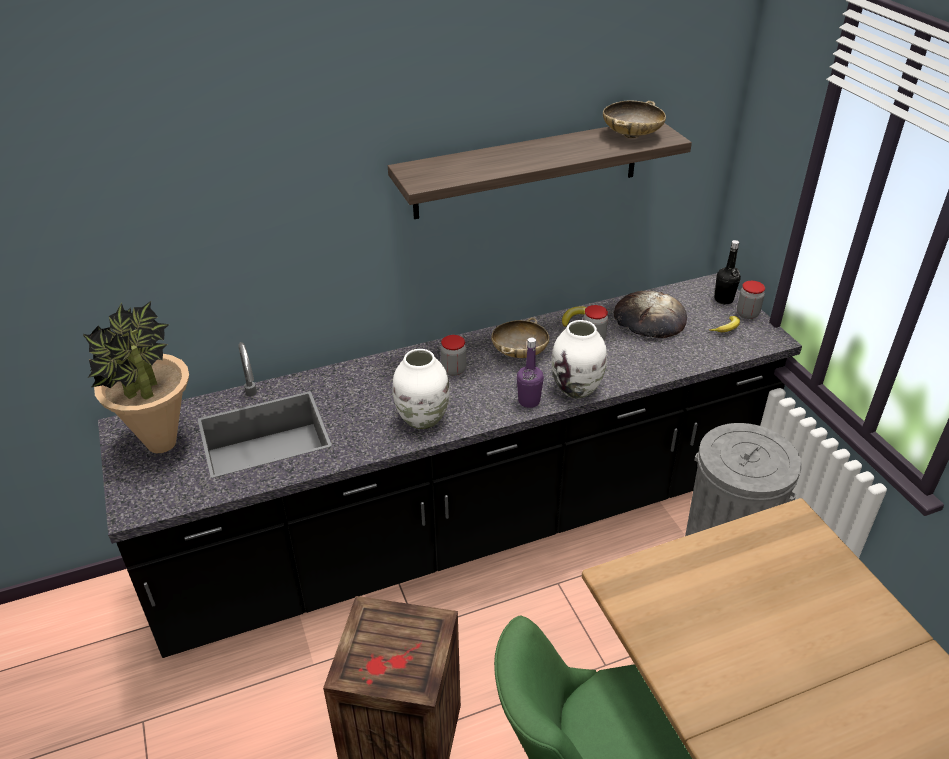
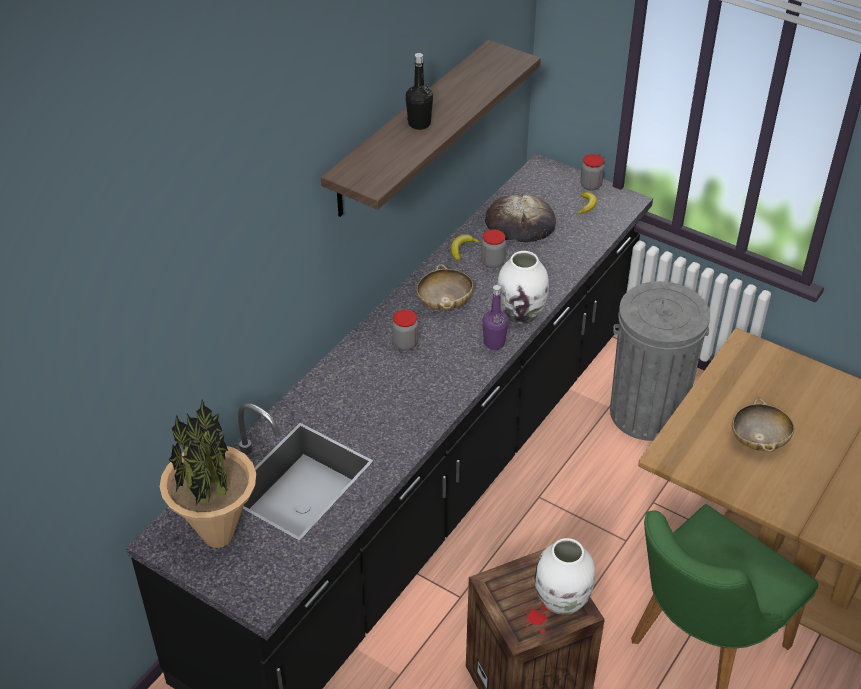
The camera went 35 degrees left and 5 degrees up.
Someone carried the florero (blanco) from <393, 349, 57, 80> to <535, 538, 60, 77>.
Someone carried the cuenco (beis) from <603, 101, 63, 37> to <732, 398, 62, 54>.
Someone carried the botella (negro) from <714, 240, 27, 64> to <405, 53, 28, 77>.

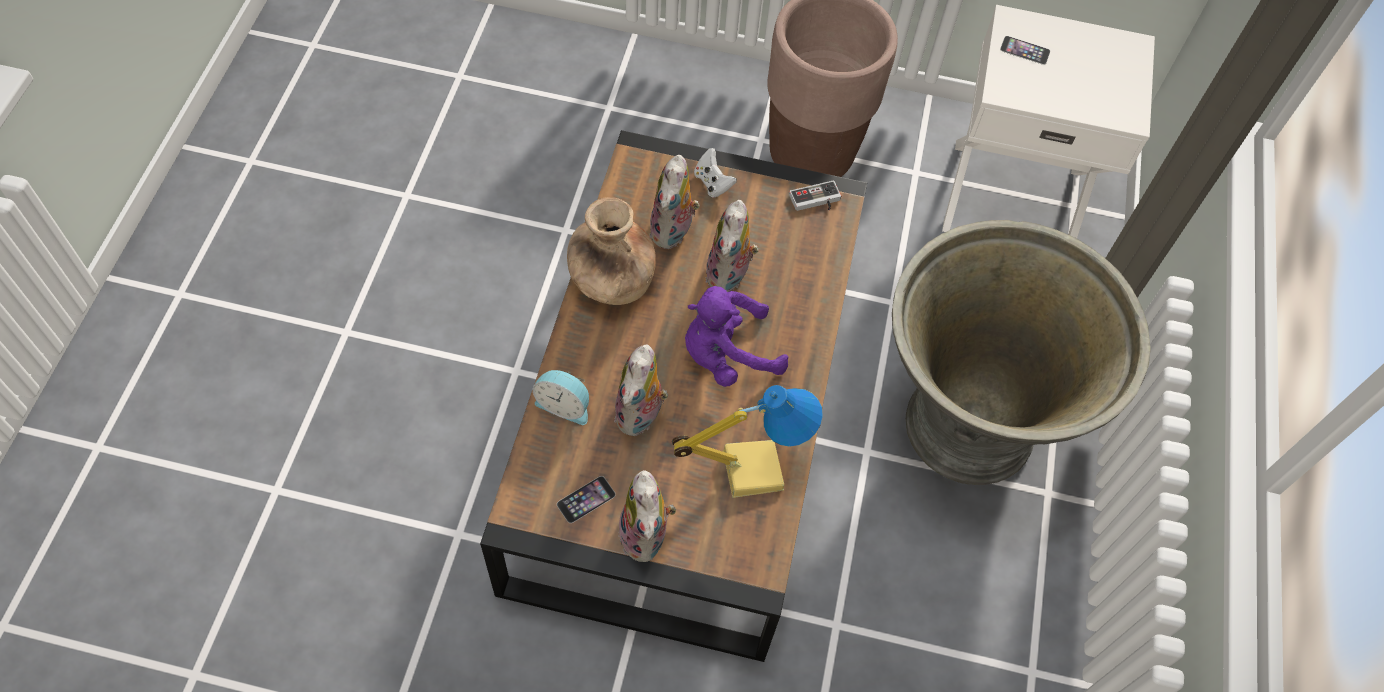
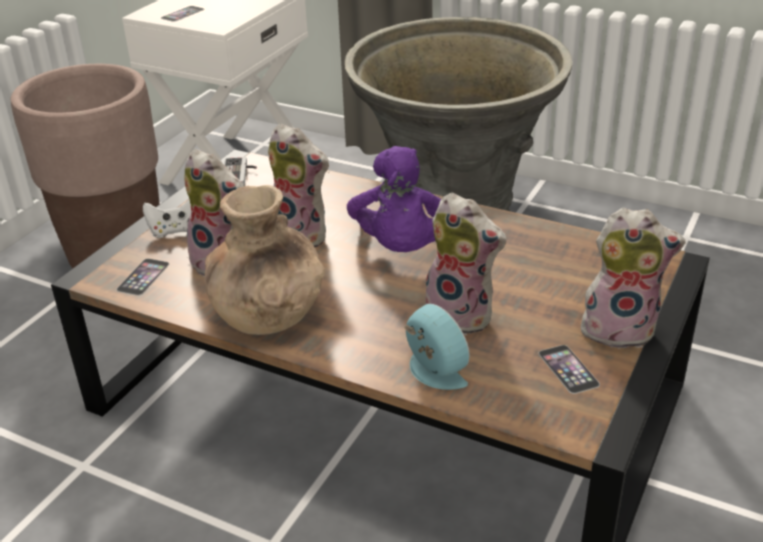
The camera went 70 degrees left and 25 degrees down.
Someone took away the lámpara de mesa at <672, 385, 151, 113>.
Someone put down the móvil at <116, 258, 53, 38>.
Someone rotated the despertador at <533, 370, 56, 55> by 75 degrees counterclockwise.

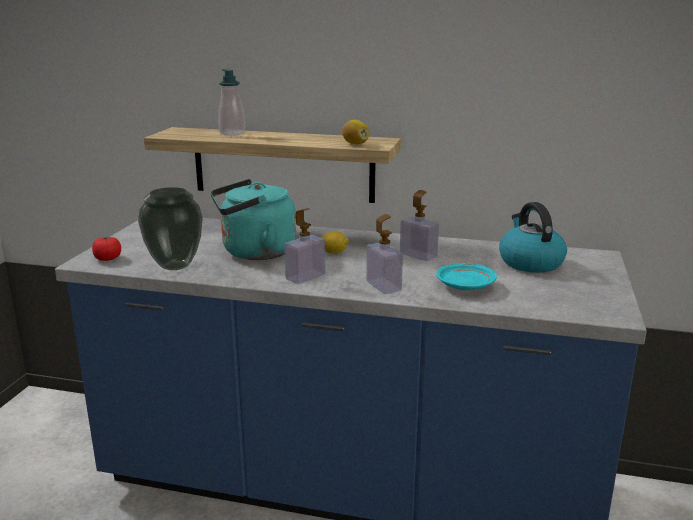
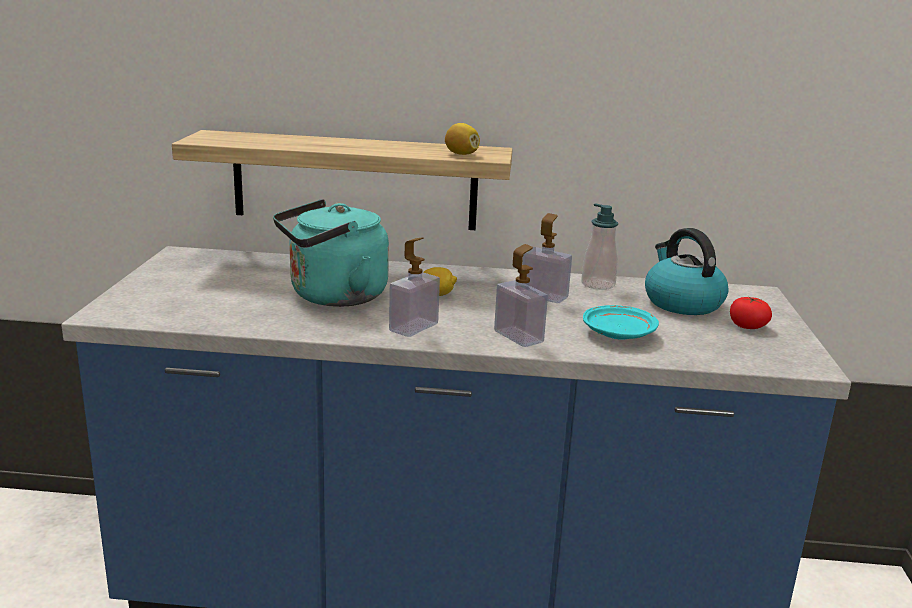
The camera went 10 degrees left and 0 degrees up.
Someone took away the florero at <138, 187, 65, 83>.
Someone carried the tomate from <92, 237, 29, 24> to <730, 296, 42, 33>.
Someone carried the dispensador de jabón from <218, 69, 28, 66> to <581, 203, 37, 87>.

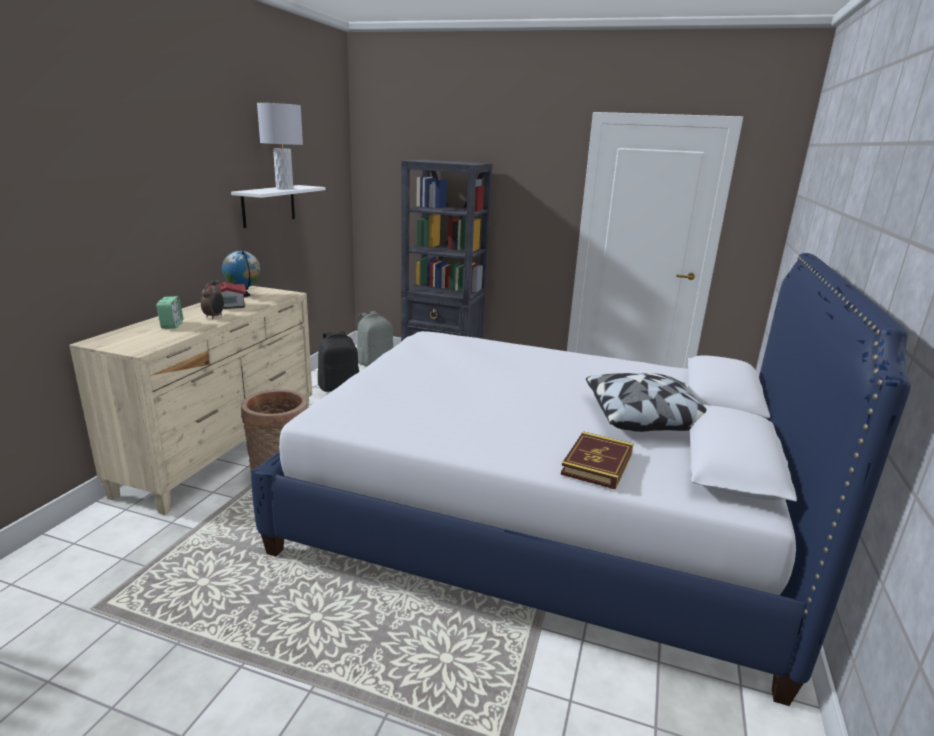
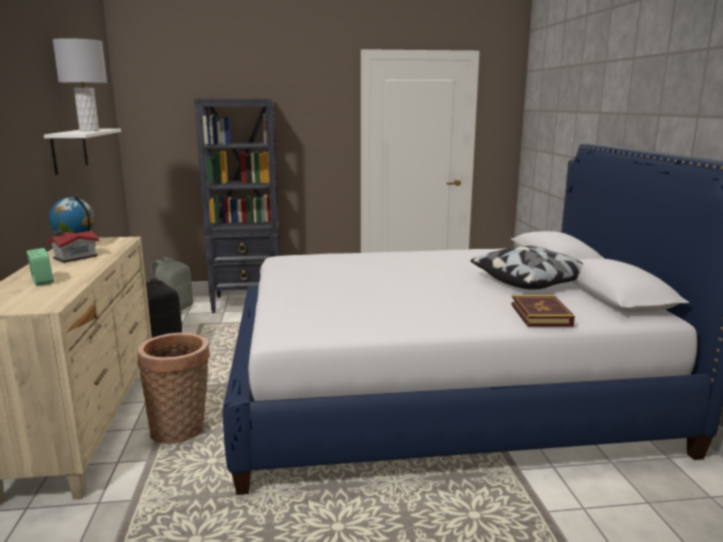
The camera went 25 degrees left and 5 degrees down.
Someone took away the despertador at <201, 282, 23, 37>.

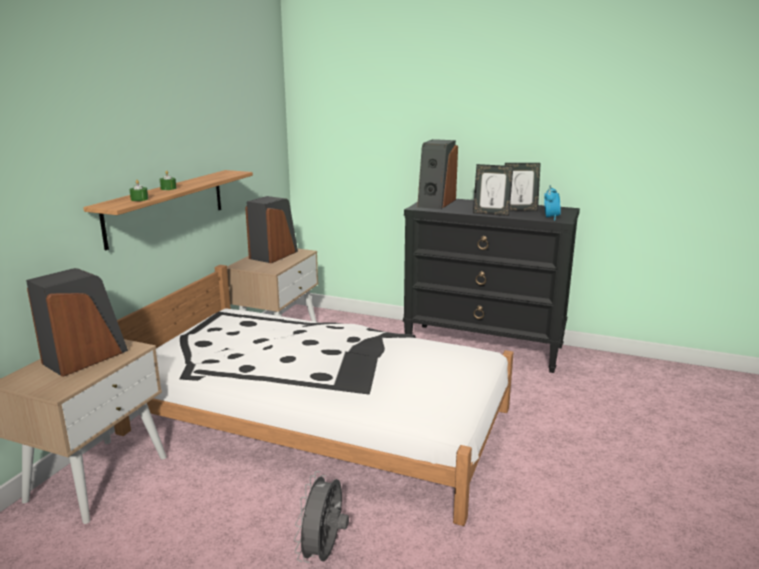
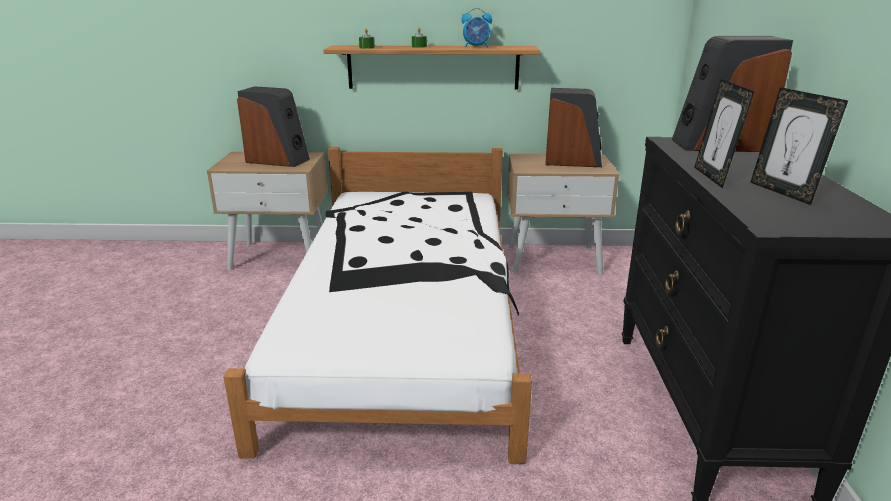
The camera went 70 degrees right and 5 degrees up.
Someone took away the ventilador (gris) at <294, 471, 55, 92>.
Someone carried the despertador from <544, 185, 17, 36> to <461, 8, 31, 40>.

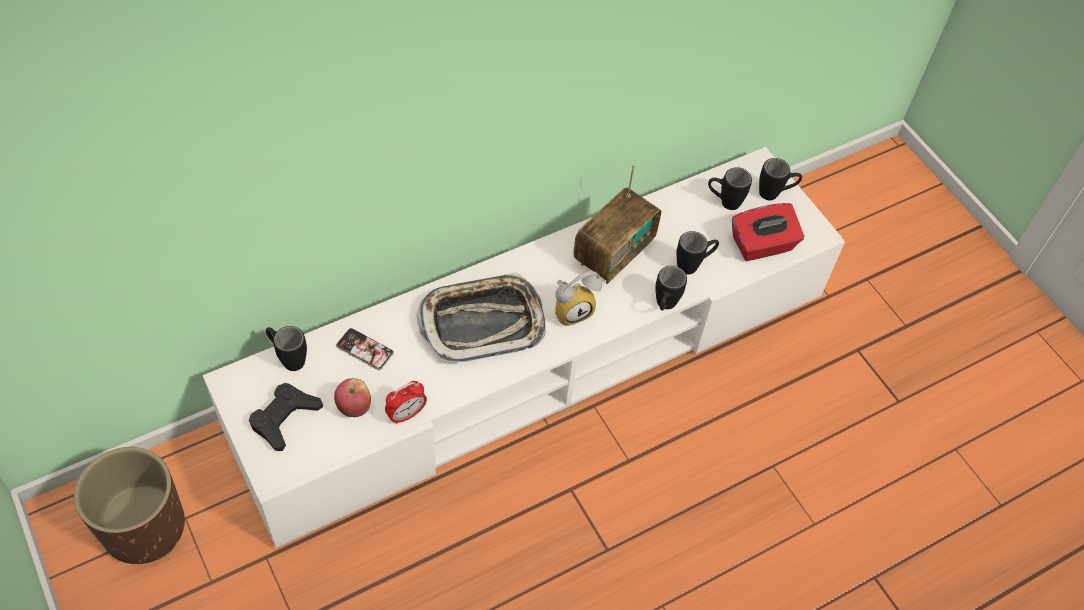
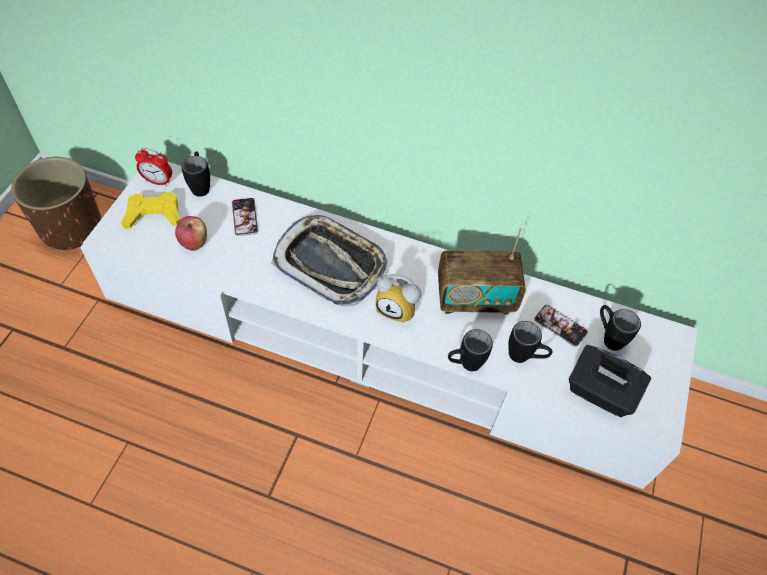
The camera went 50 degrees right and 0 degrees up.
Someone took away the taza grande (negro) at <759, 158, 43, 42>.
Someone put down the móvil at <534, 305, 54, 42>.
Someone carried the despertador from <385, 381, 42, 44> to <135, 148, 37, 38>.
Someone repainted the mando de consola (negro) at <249, 383, 74, 68>, which became the mando de consola (amarillo) at <121, 192, 59, 37>.
Someone repainted the caja de pañuelos (rojo) at <732, 203, 72, 58>, which became the caja de pañuelos (negro) at <569, 345, 82, 72>.

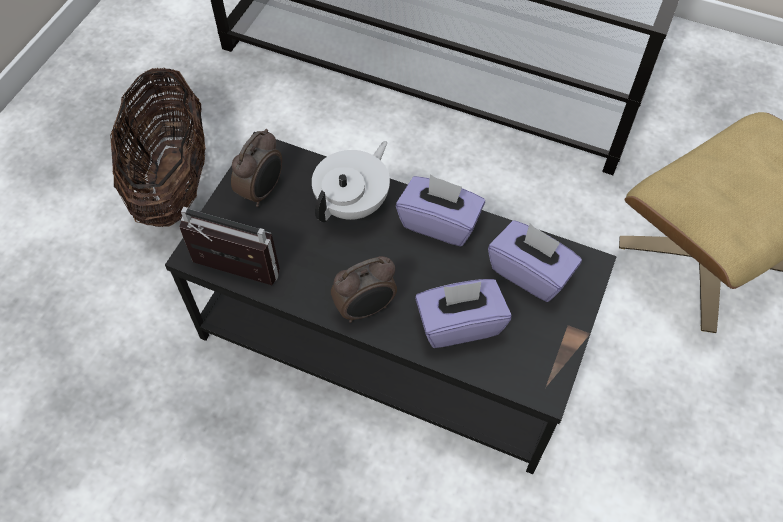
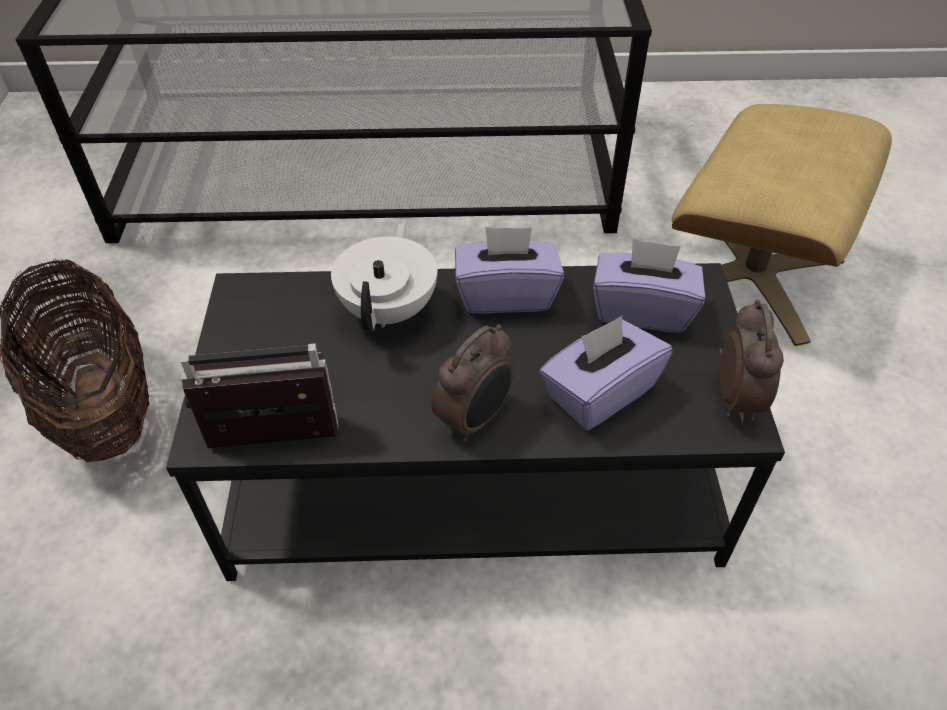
The camera went 25 degrees left and 10 degrees down.
Someone carried the despertador from <231, 129, 51, 78> to <720, 299, 64, 123>.

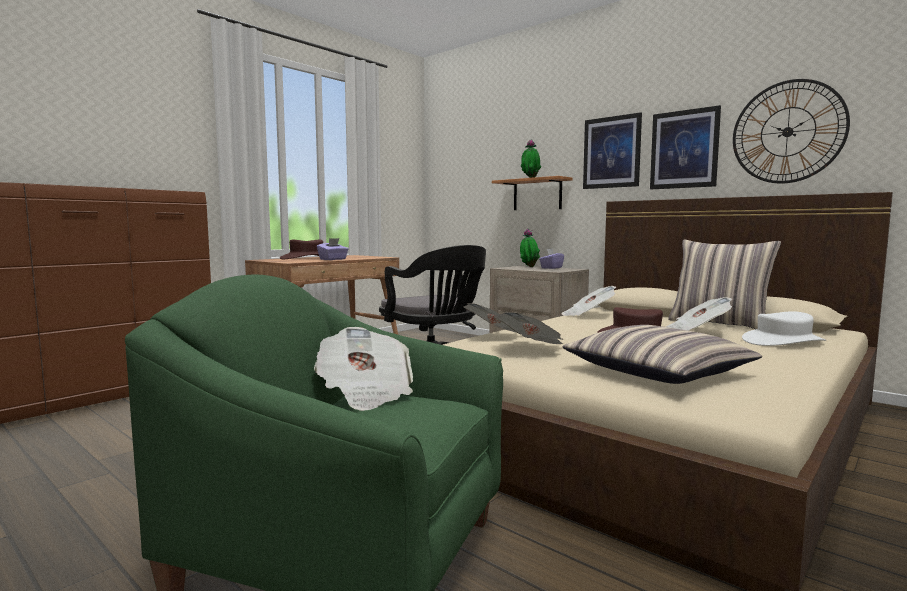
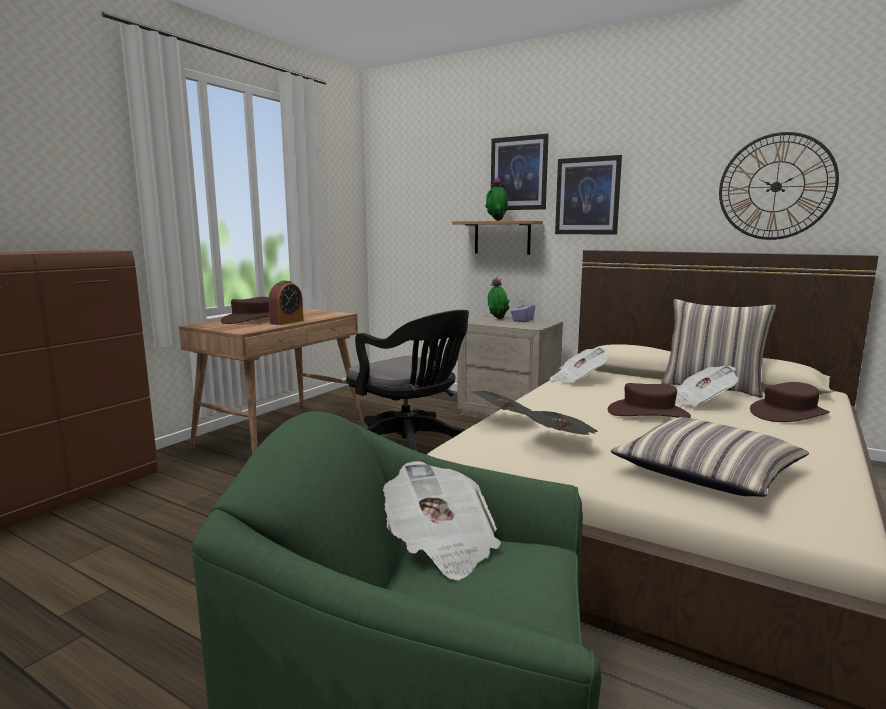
The camera went 10 degrees left and 5 degrees up.
Someone carried the cuadro from <650, 105, 71, 84> to <491, 134, 58, 76>.
Someone swapped the caja de pañuelos (morado) at <317, 238, 31, 22> for the despertador at <269, 281, 34, 44>.
Someone repainted the sombrero (blanco) at <742, 311, 84, 35>, which became the sombrero (marrón) at <750, 382, 80, 40>.

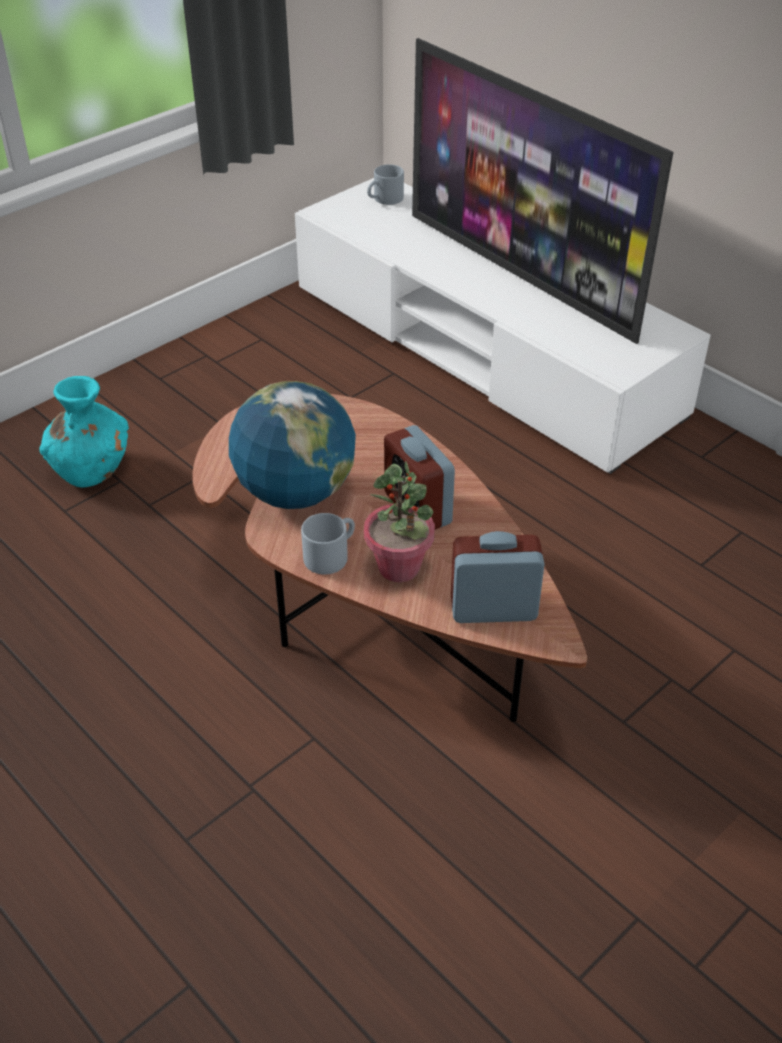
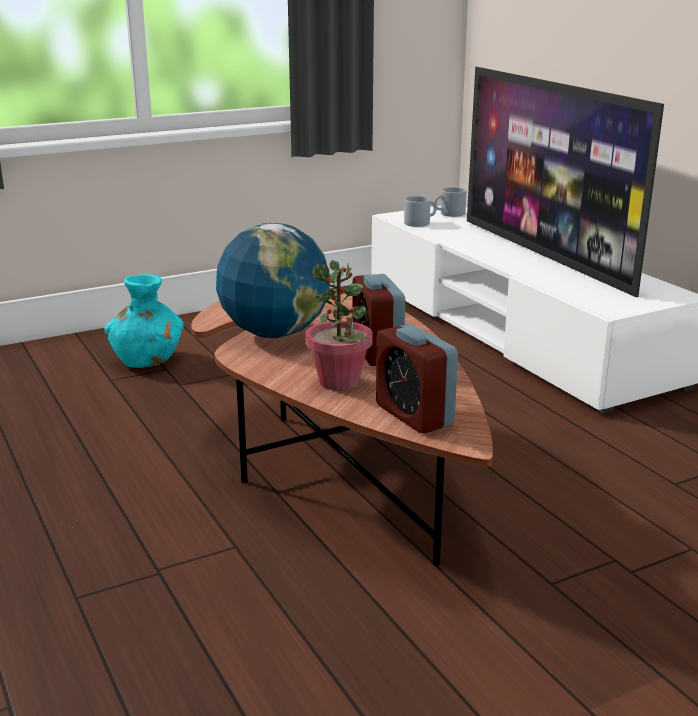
The camera went 15 degrees right and 20 degrees down.
Someone carried the taza grande (gris) from <301, 513, 54, 62> to <404, 196, 33, 31>.
Someone rotated the despertador at <451, 531, 94, 92> by 135 degrees counterclockwise.

